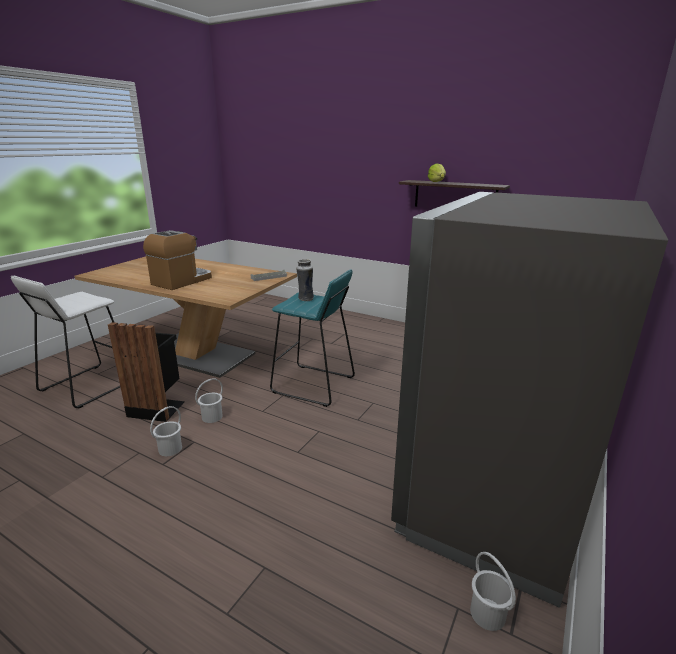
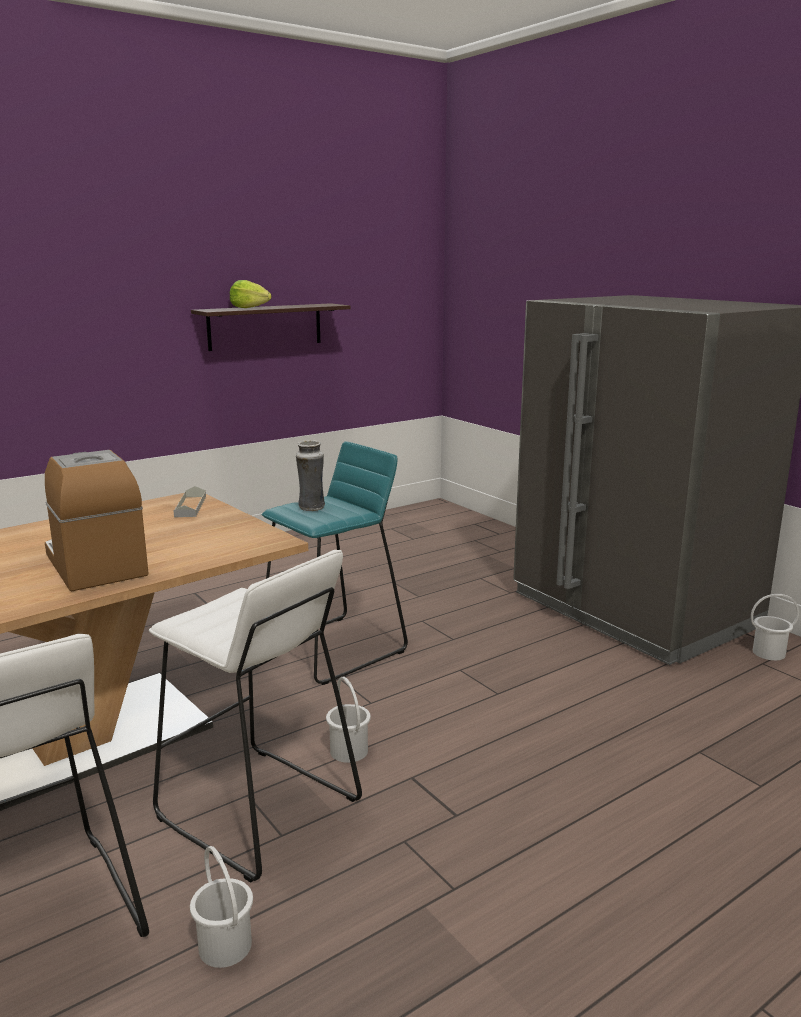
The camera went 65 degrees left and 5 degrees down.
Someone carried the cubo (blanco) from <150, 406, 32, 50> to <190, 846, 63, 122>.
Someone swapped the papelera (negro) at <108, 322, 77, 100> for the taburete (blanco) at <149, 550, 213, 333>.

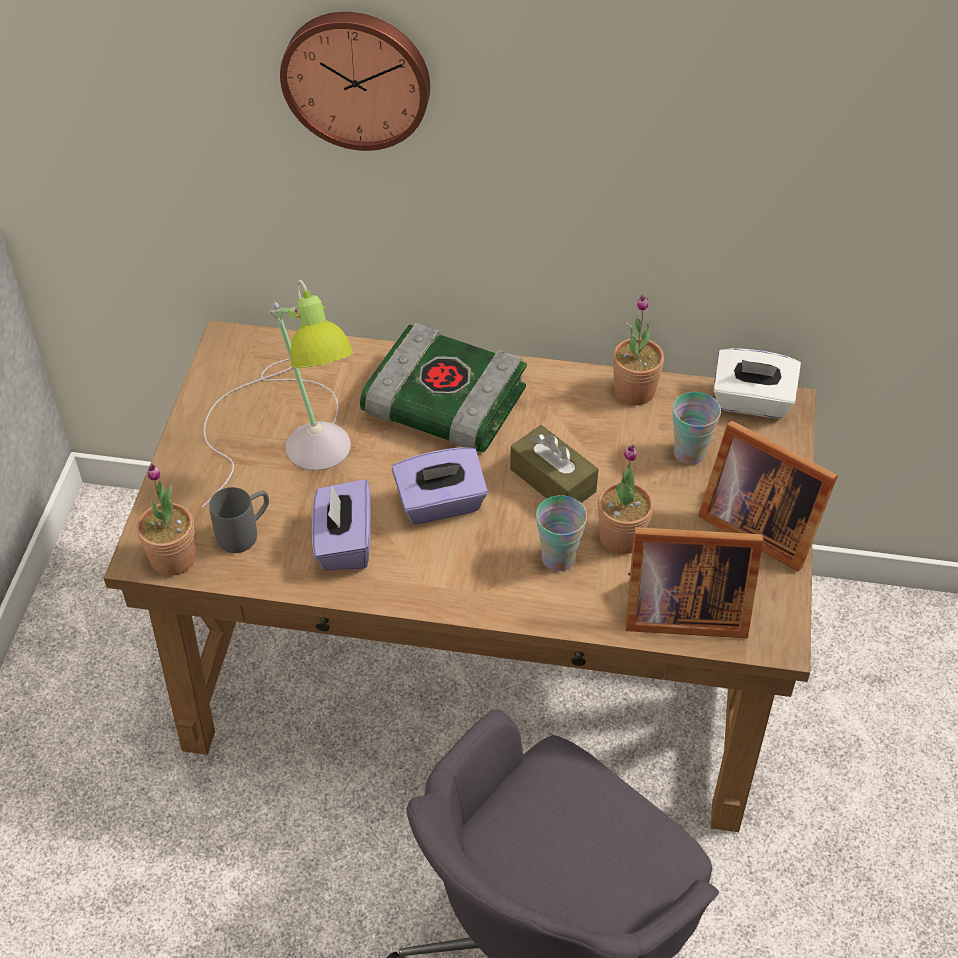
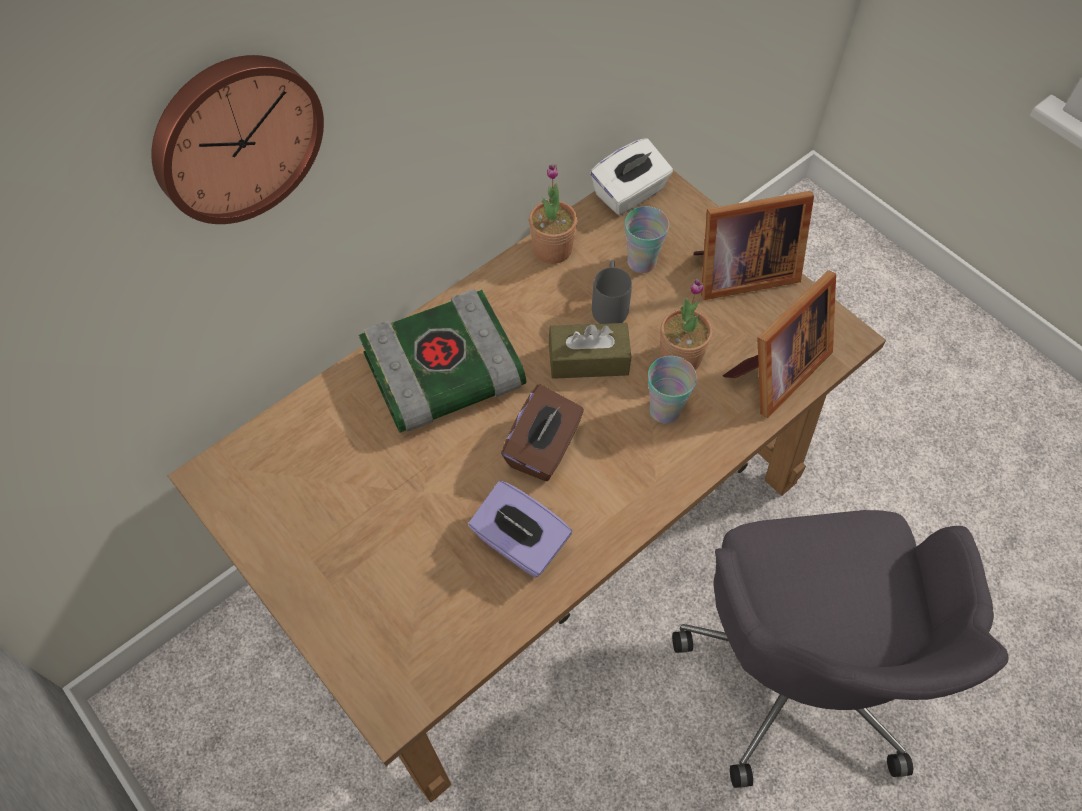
The camera went 50 degrees left and 10 degrees up.
Someone took away the planta en maceta at <137, 464, 59, 112>.
Someone took away the lámpara de mesa at <202, 280, 152, 228>.
Someone carried the taza grande (gris) from <209, 487, 60, 66> to <592, 260, 40, 64>.
Someone repainted the caja de pañuelos (morado) at <392, 447, 96, 78>, which became the caja de pañuelos (marrón) at <501, 384, 83, 97>.

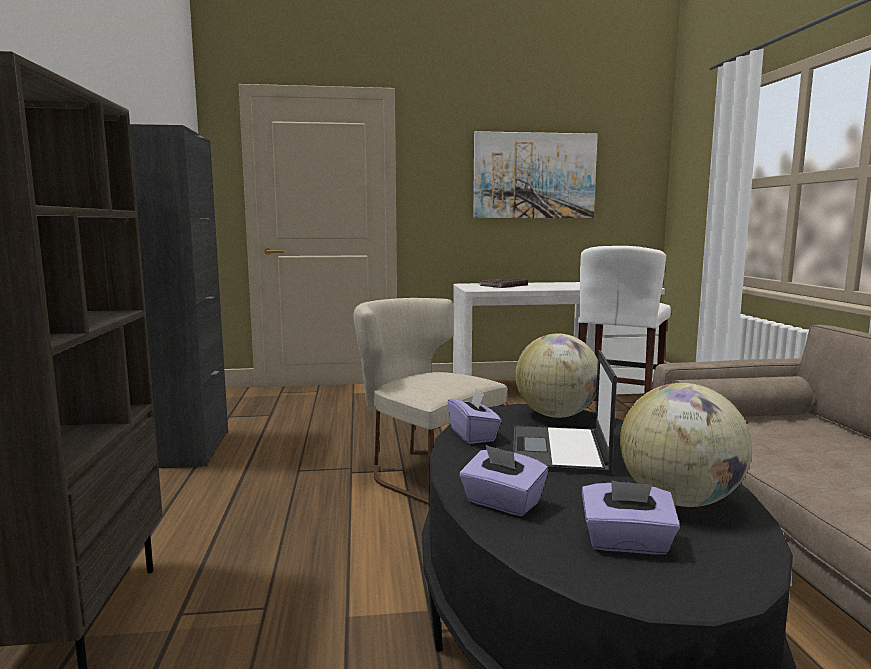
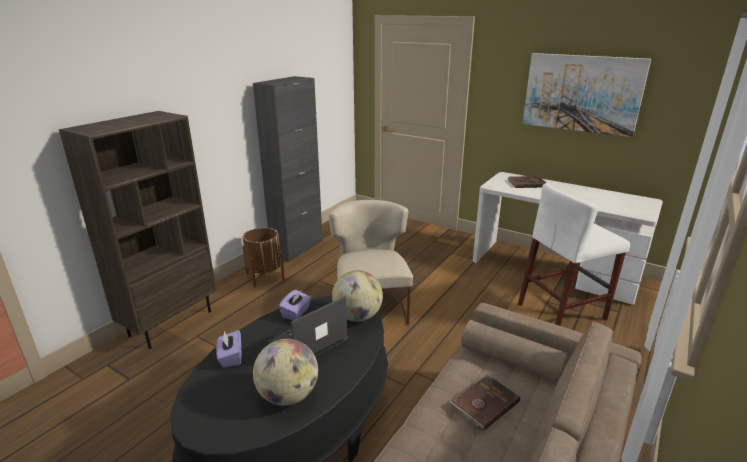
The camera went 40 degrees right and 15 degrees up.
Someone took away the caja de pañuelos (morado) at <581, 480, 99, 75>.
Someone put down the maceta (marrón) at <243, 228, 42, 60>.
Someone put down the libro (marrón) at <448, 375, 72, 56>.

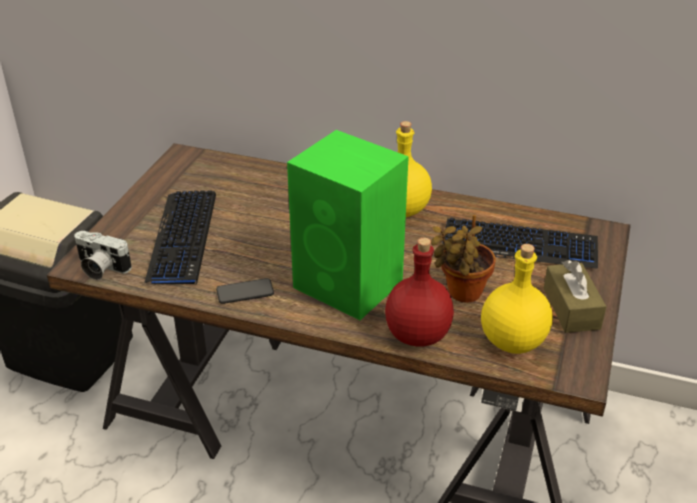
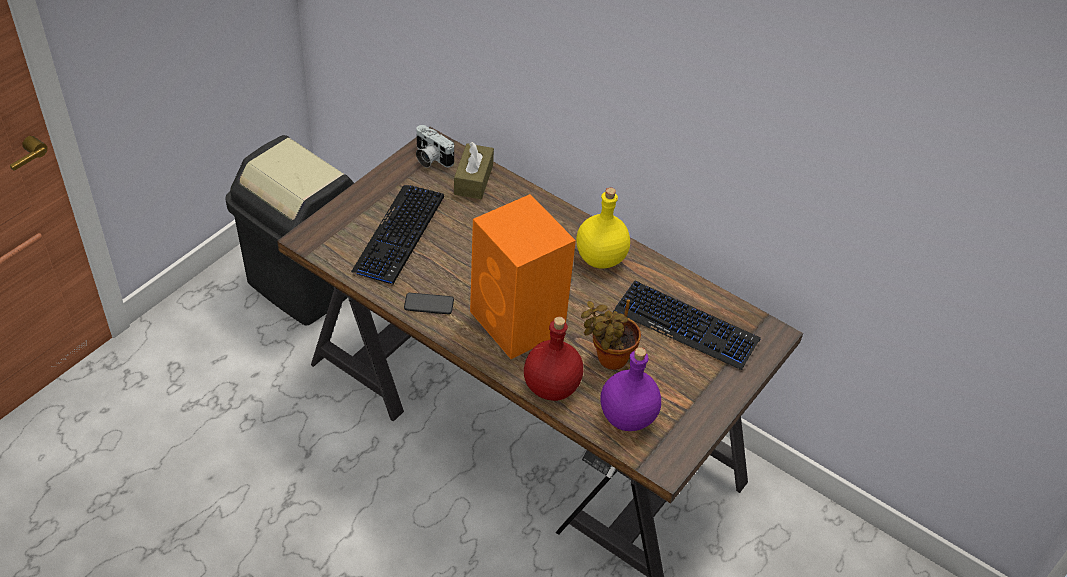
The camera went 15 degrees right and 10 degrees up.
Someone carried the cámara from <74, 231, 58, 49> to <416, 125, 38, 43>.
Someone carried the caja de pañuelos (marrón) from <544, 260, 63, 73> to <454, 142, 40, 57>.
Someone repainted the altavoz (verde) at <287, 130, 122, 190>, which became the altavoz (naranja) at <470, 194, 106, 165>.
Someone repainted the botella (amarillo) at <481, 244, 72, 110>, which became the botella (morado) at <601, 347, 60, 84>.

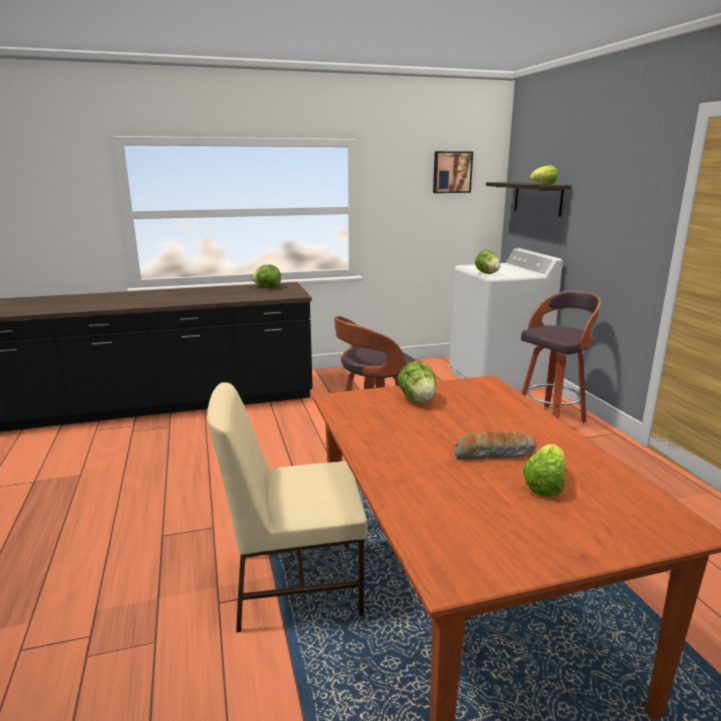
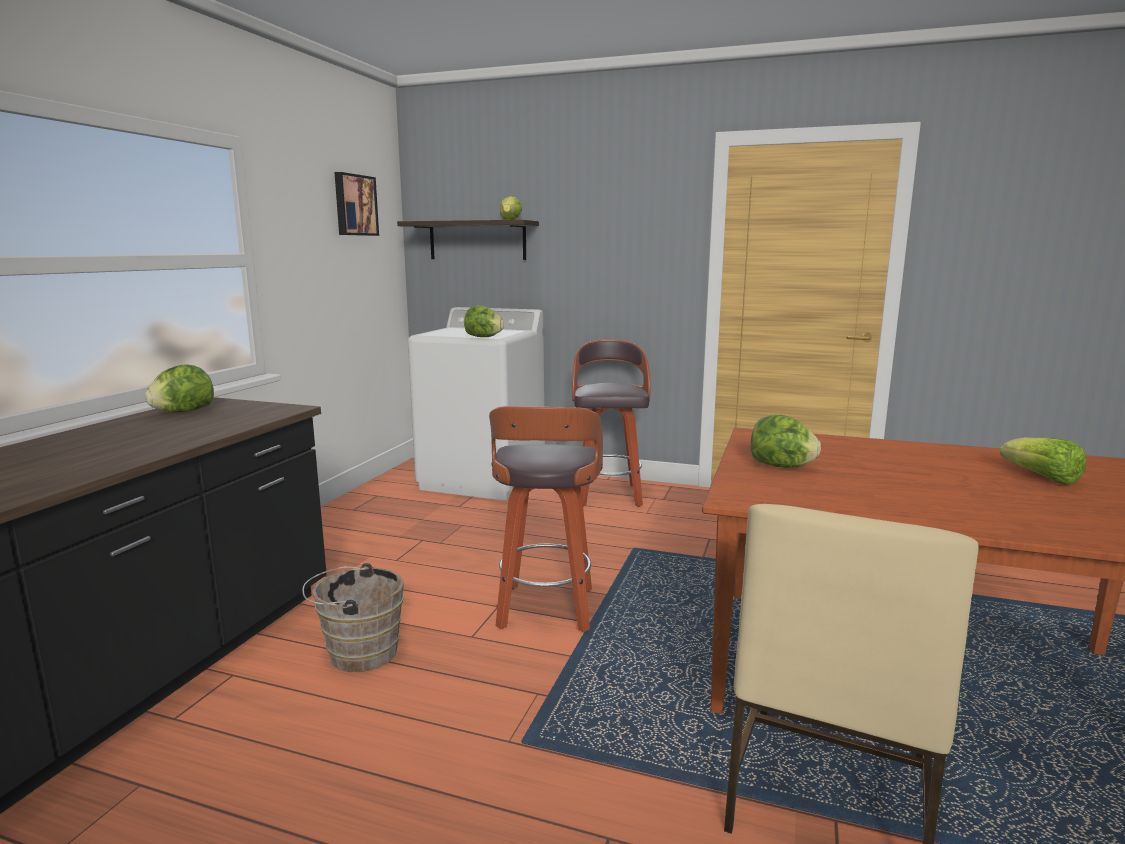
The camera went 55 degrees left and 5 degrees down.
Someone took away the pan at <455, 430, 82, 30>.
Someone put down the cubo (marrón) at <302, 563, 102, 109>.

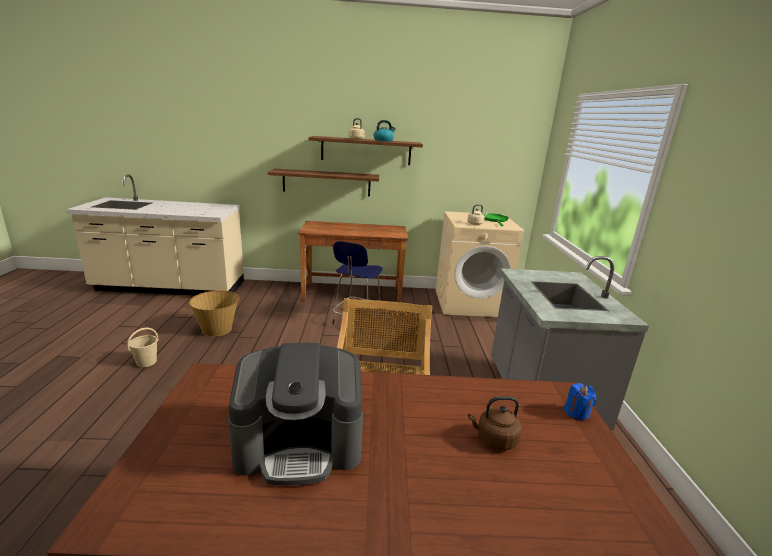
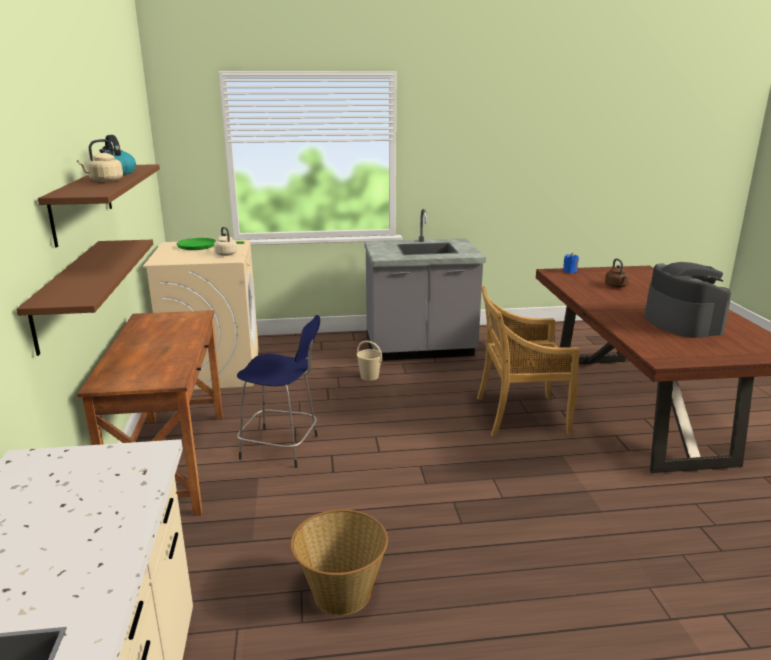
The camera went 95 degrees left and 0 degrees up.
Someone carried the cubo (beis) from <127, 328, 32, 39> to <357, 341, 25, 40>.

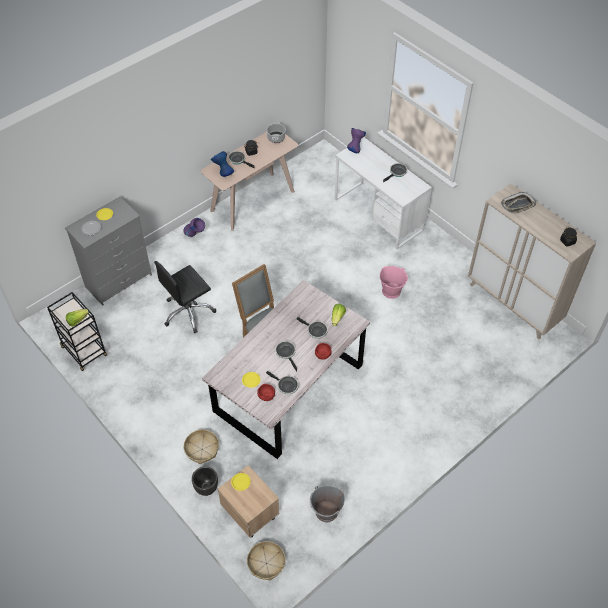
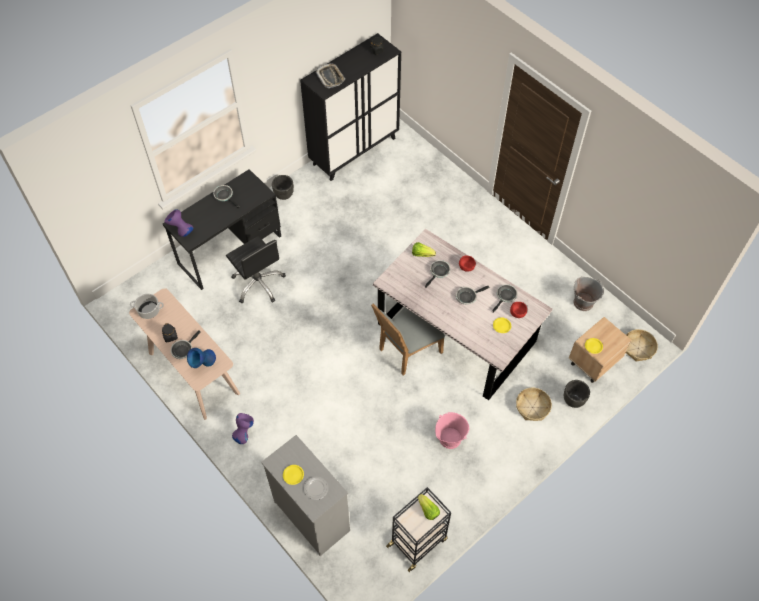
The camera went 90 degrees left and 5 degrees up.
Someone put down the maceta (negro) at <272, 175, 22, 25>.
Someone carried the silla de oficina (negro) from <154, 261, 62, 72> to <226, 236, 60, 67>.
Someone carried the cubo (rosa) from <380, 266, 28, 33> to <435, 412, 34, 37>.
Someone repainted the escritorio (blanco) at <334, 138, 98, 111>, which became the escritorio (negro) at <163, 169, 118, 121>.
Someone repainted the armario (beis) at <468, 183, 128, 157>, which became the armario (negro) at <300, 33, 101, 148>.

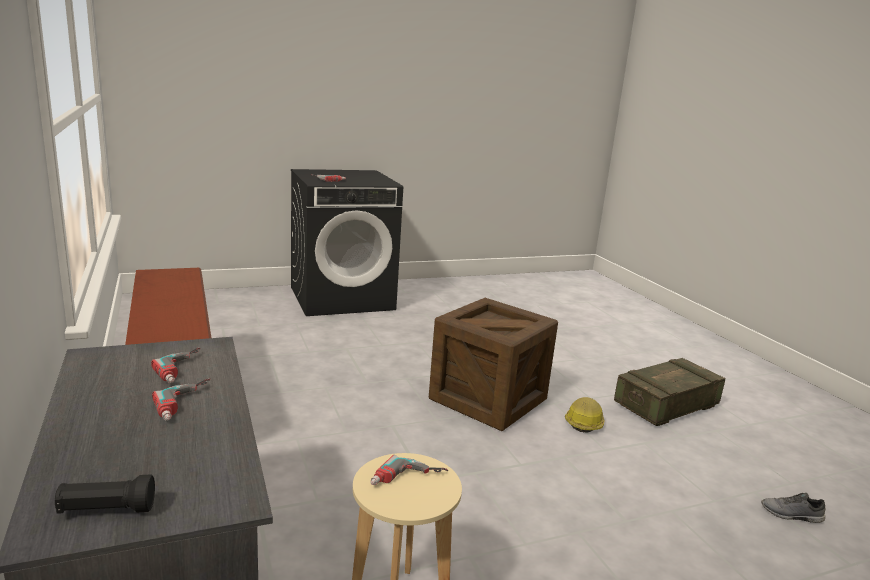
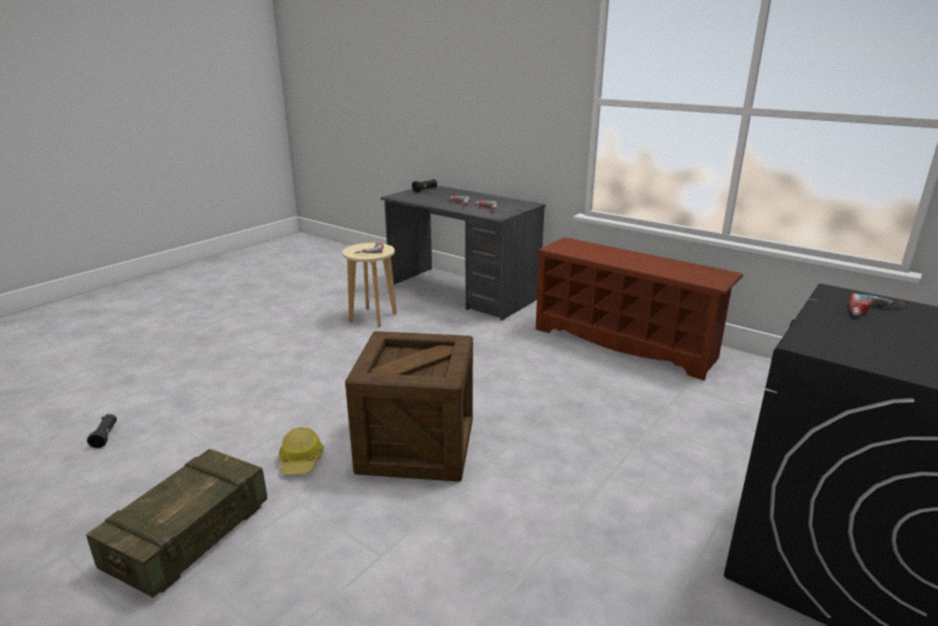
The camera went 150 degrees right and 5 degrees up.
Someone swapped the zapato (gris) at <762, 493, 63, 30> for the linterna (negro) at <87, 414, 30, 34>.

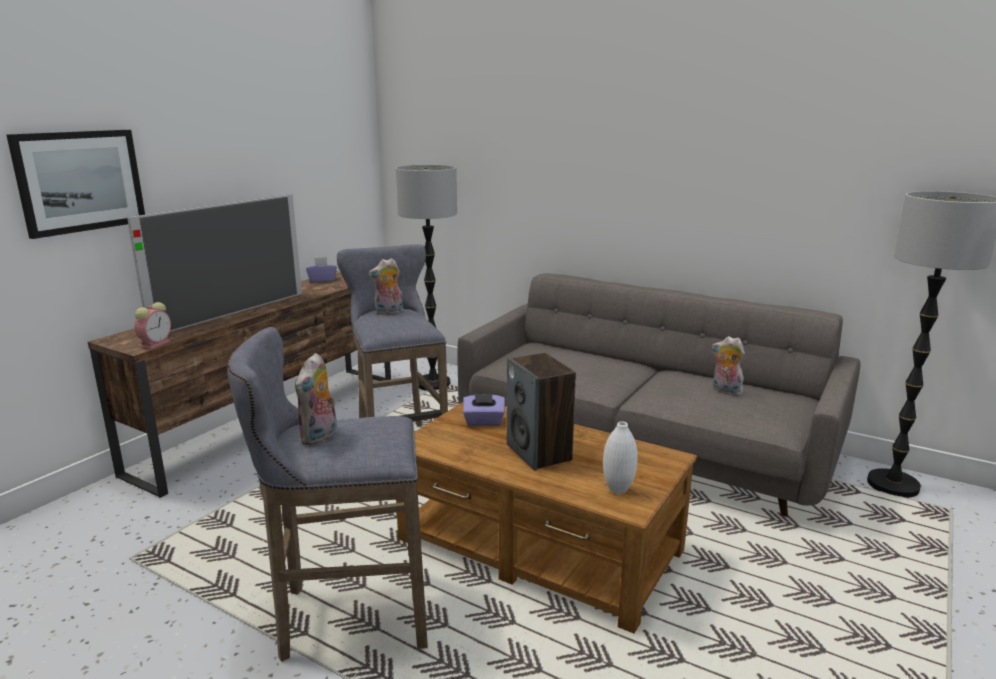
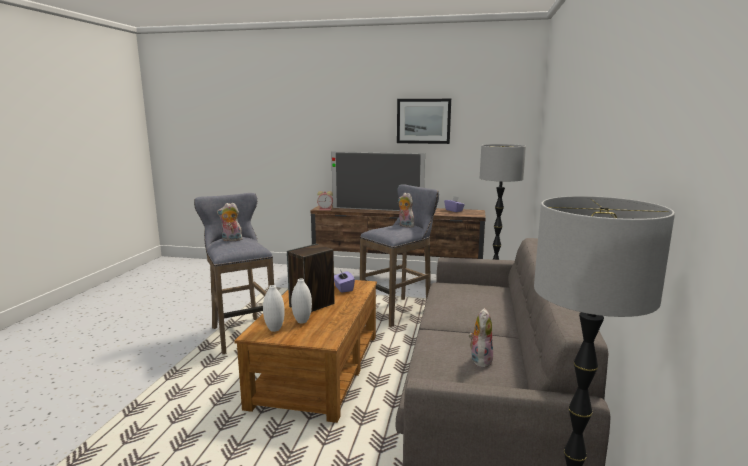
The camera went 70 degrees right and 5 degrees down.
Someone put down the florero (blanco) at <291, 279, 21, 45>.
Someone carried the cuadro from <7, 130, 138, 109> to <397, 99, 54, 45>.

